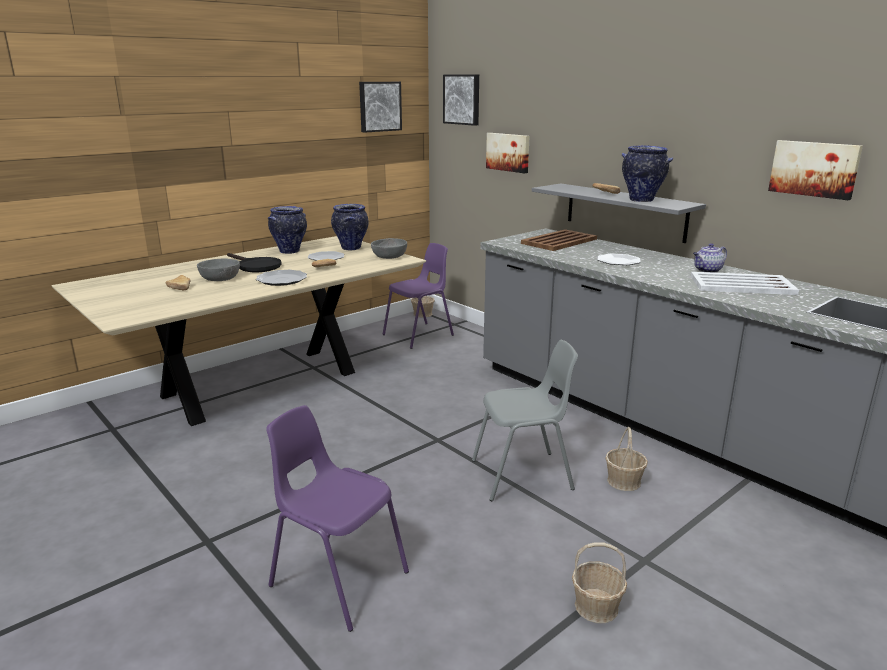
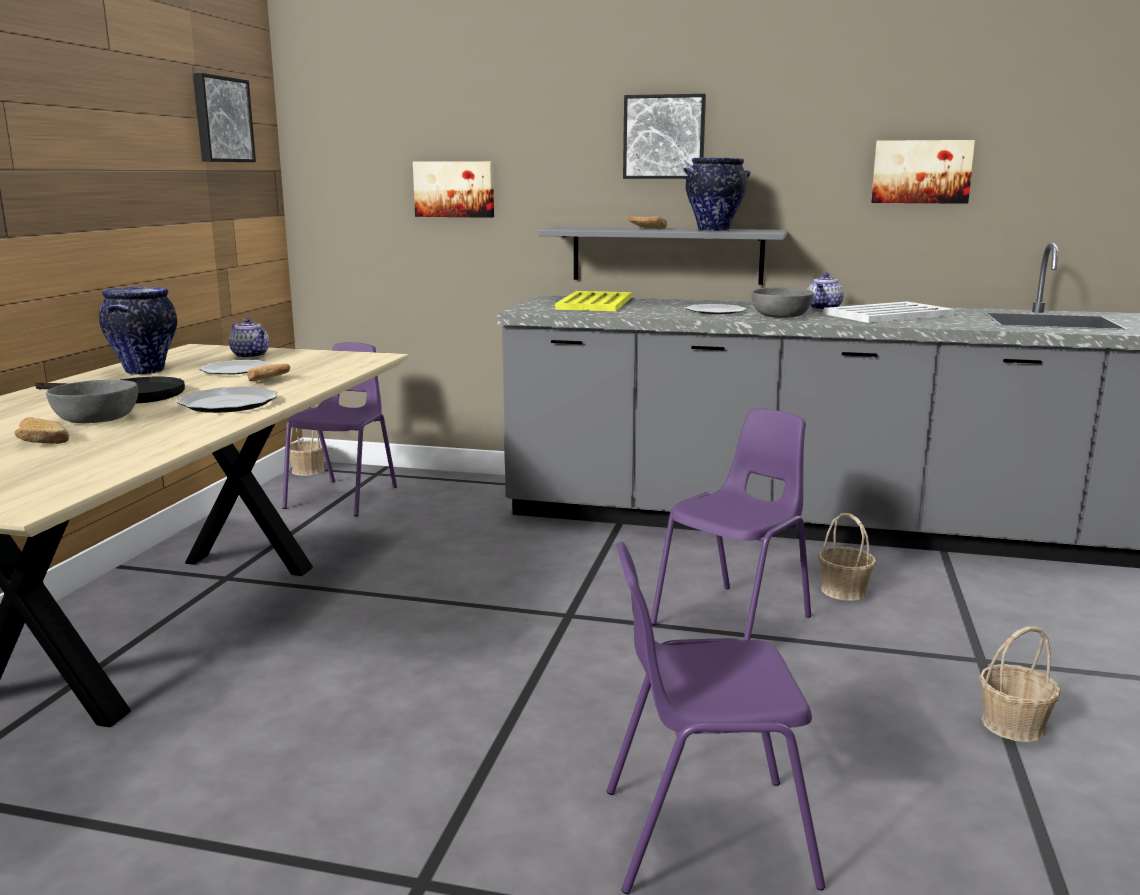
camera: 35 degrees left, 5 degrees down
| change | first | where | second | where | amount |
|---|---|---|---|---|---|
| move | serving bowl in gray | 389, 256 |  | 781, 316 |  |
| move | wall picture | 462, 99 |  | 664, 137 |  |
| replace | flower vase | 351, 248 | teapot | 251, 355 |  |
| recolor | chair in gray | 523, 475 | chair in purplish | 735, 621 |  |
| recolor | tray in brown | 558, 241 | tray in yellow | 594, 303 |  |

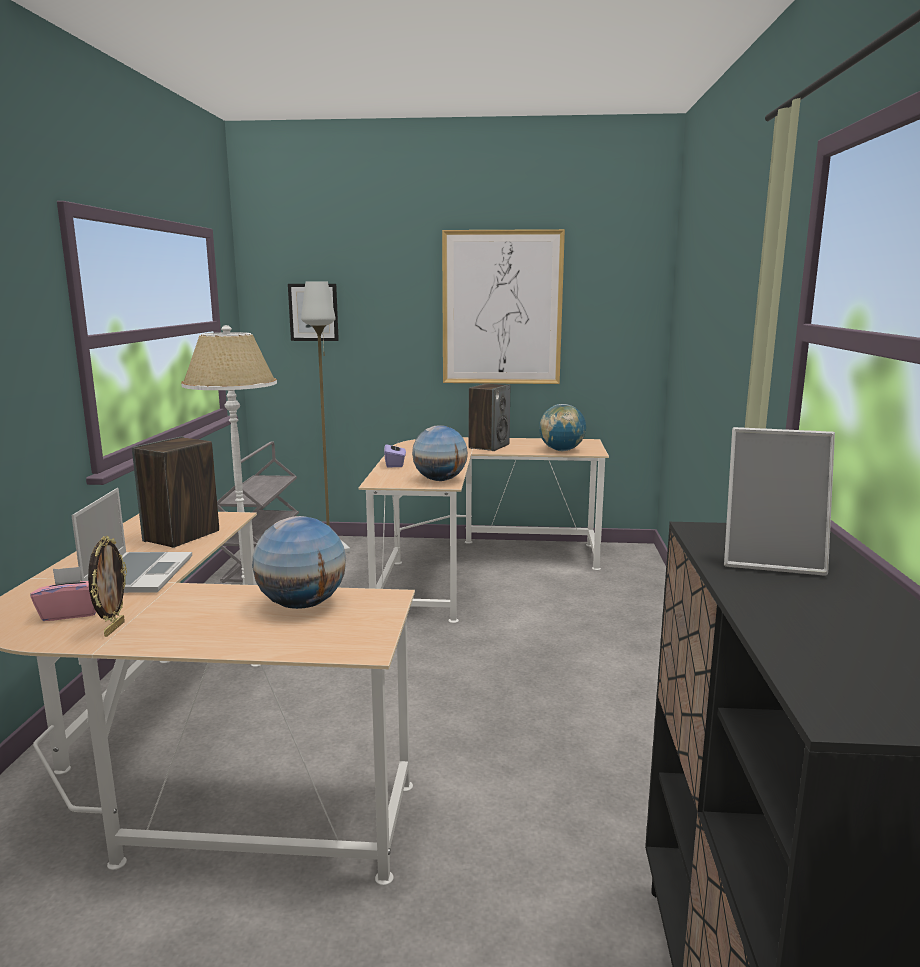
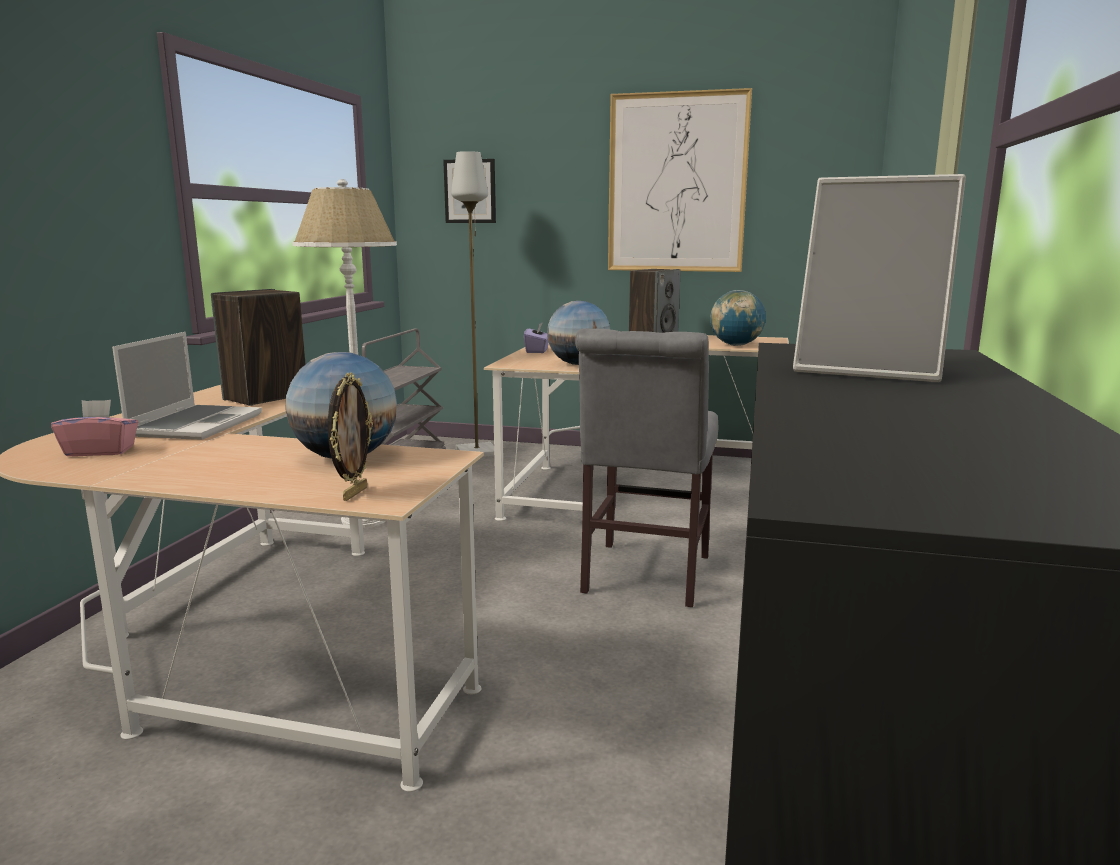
camera: 10 degrees right, 0 degrees up
| change | first | where | second | where | amount |
|---|---|---|---|---|---|
| insert |  |  | chair in gray | 644, 578 |  |
| move | photo frame | 113, 629 |  | 354, 493 |  |

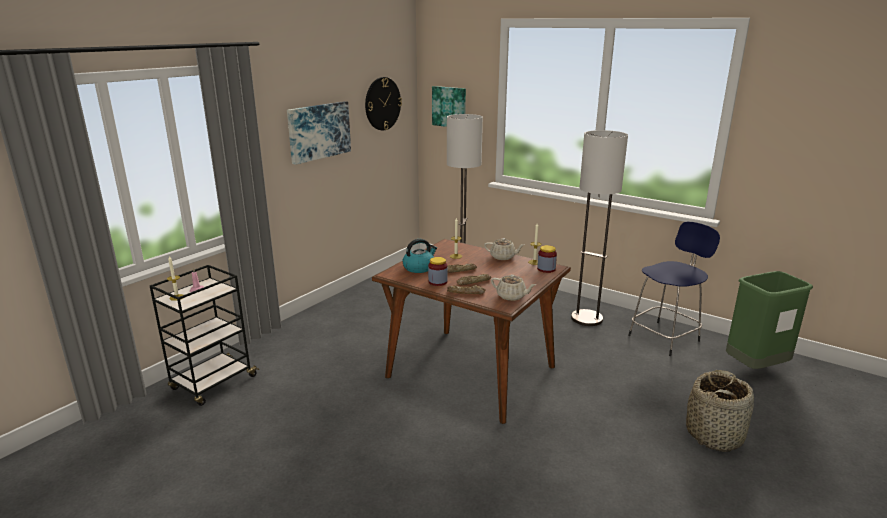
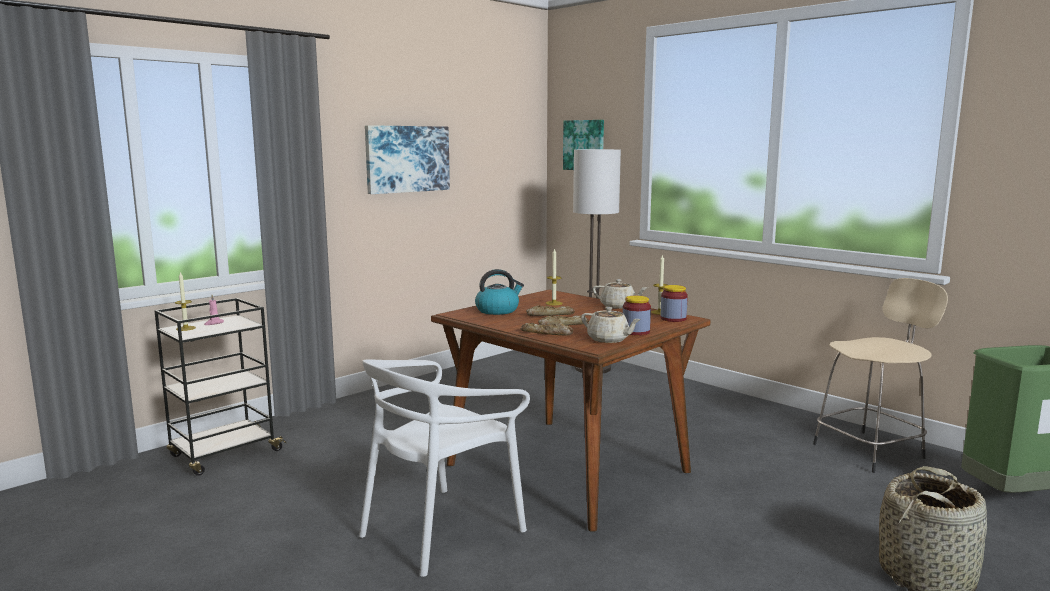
camera: 10 degrees right, 10 degrees down
| change | first | where | second | where | amount |
|---|---|---|---|---|---|
| delete | hanging clock | 382, 104 |  |  |  |
| delete | standard lamp | 587, 318 |  |  |  |
| insert |  |  | chair in whitish | 441, 530 |  |
| move | jar | 437, 282 |  | 636, 332 |  |
| recolor | stool seat in bluish | 665, 337 | stool seat in beige-coloured | 870, 450 |  |

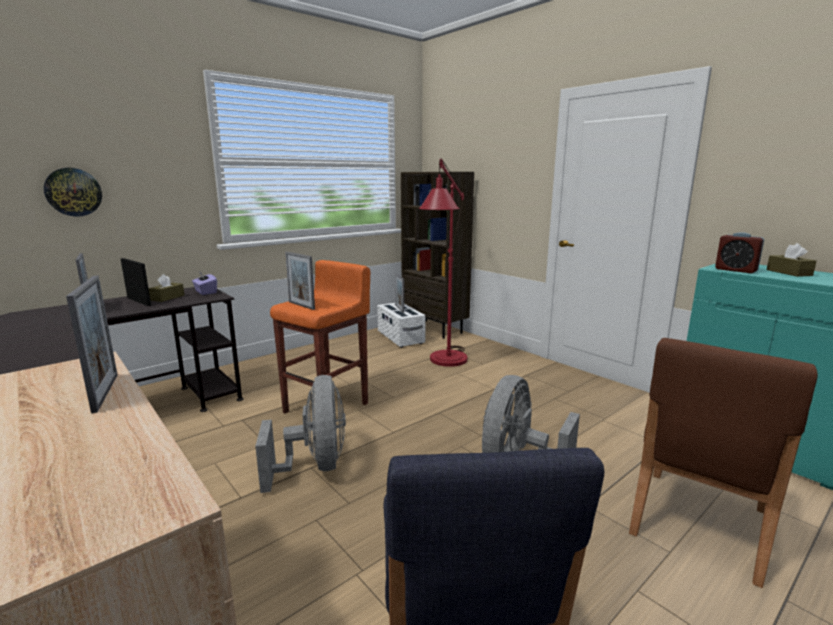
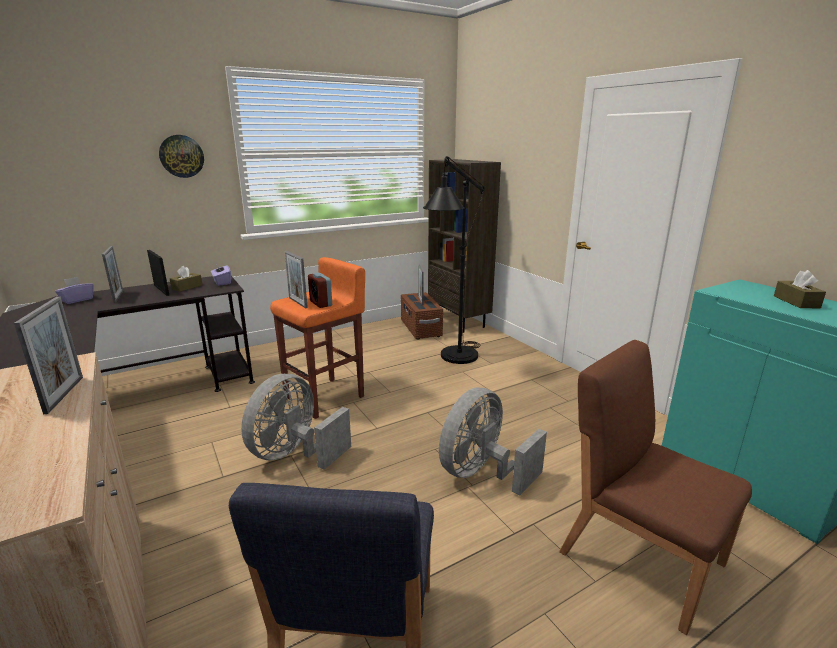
camera: 10 degrees right, 5 degrees up
| change | first | where | second | where | amount |
|---|---|---|---|---|---|
| insert |  |  | tissue holder in purplish | 77, 300 |  |
| move | hanging clock | 73, 192 |  | 181, 156 |  |
| move | bedside clock | 735, 270 |  | 321, 303 |  |
| recolor | storage box in whitish | 400, 338 | storage box in brown | 420, 329 |  |
| recolor | standard lamp in red | 445, 363 | standard lamp in blackish | 454, 360 |  |
| rotate | electric fan in gray | 315, 466 |  | 295, 454 | 150 degrees counterclockwise |
| rotate | chair in brown | 697, 522 |  | 639, 555 | 90 degrees clockwise |

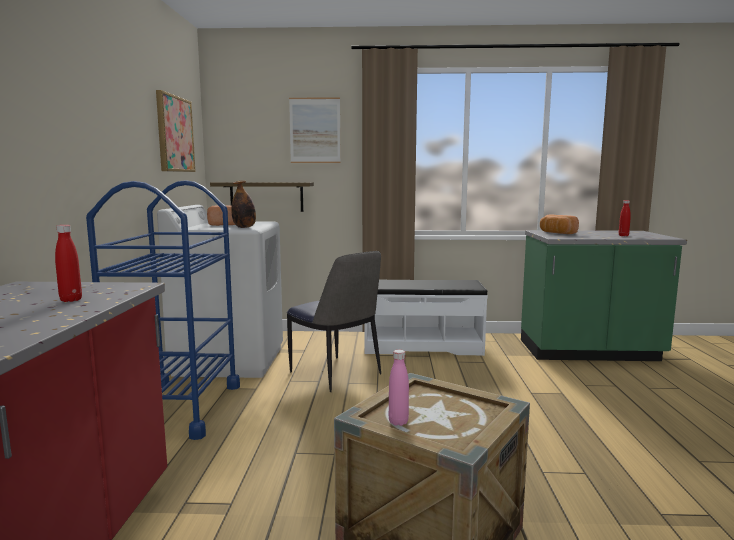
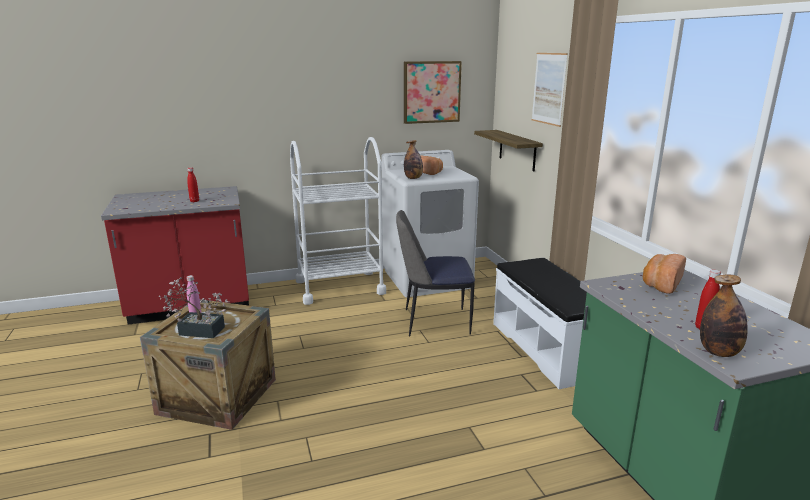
camera: 70 degrees right, 10 degrees up
| change | first | where | second | where | amount |
|---|---|---|---|---|---|
| insert |  |  | houseplant | 197, 330 |  |
| insert |  |  | beverage bottle | 719, 352 |  |
| recolor | wheeled cart in bluish | 177, 408 | wheeled cart in whitish | 340, 287 |  |
| rotate | chair | 336, 374 |  | 434, 322 | 60 degrees clockwise |

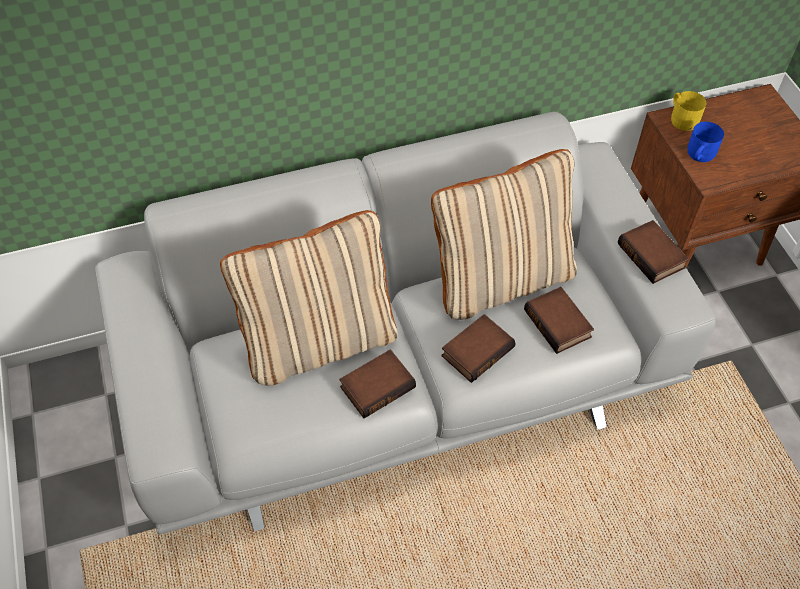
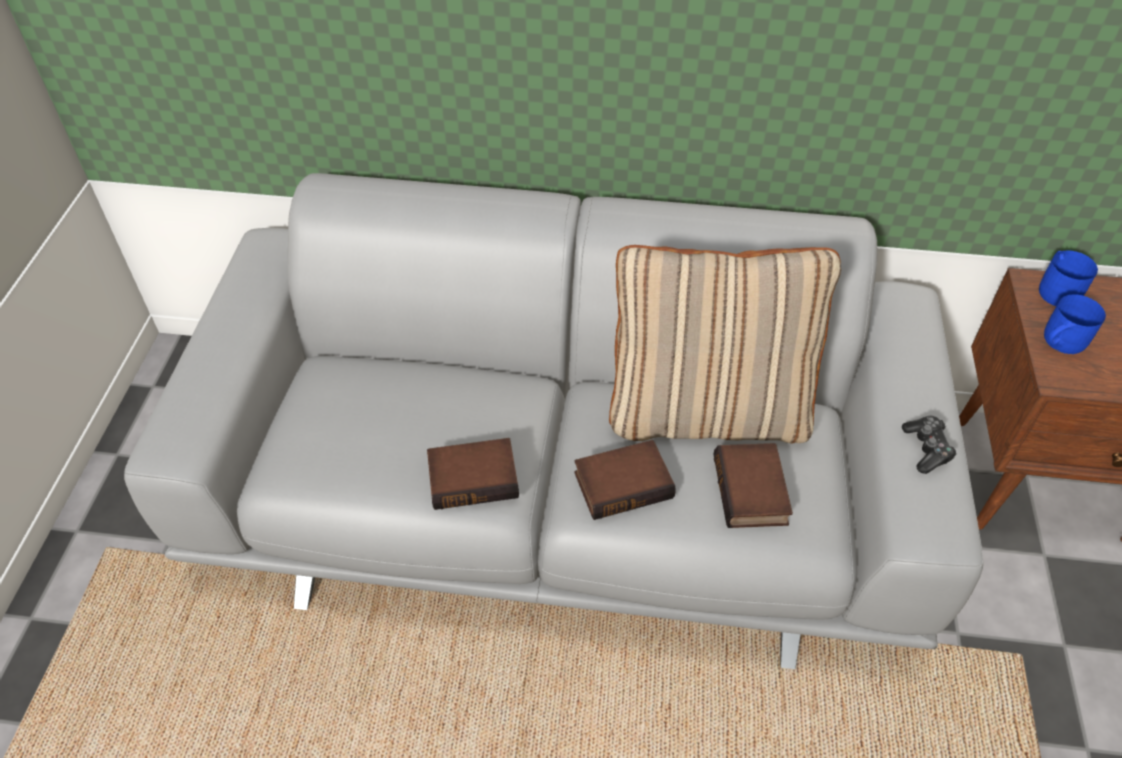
camera: 25 degrees right, 5 degrees down
| change | first | where | second | where | amount |
|---|---|---|---|---|---|
| delete | throw pillow in beige-coloured | 319, 341 |  |  |  |
| replace | volume | 653, 256 | game controller | 927, 449 |  |
| recolor | mug in yellow | 682, 118 | mug in bluish | 1057, 289 |  |

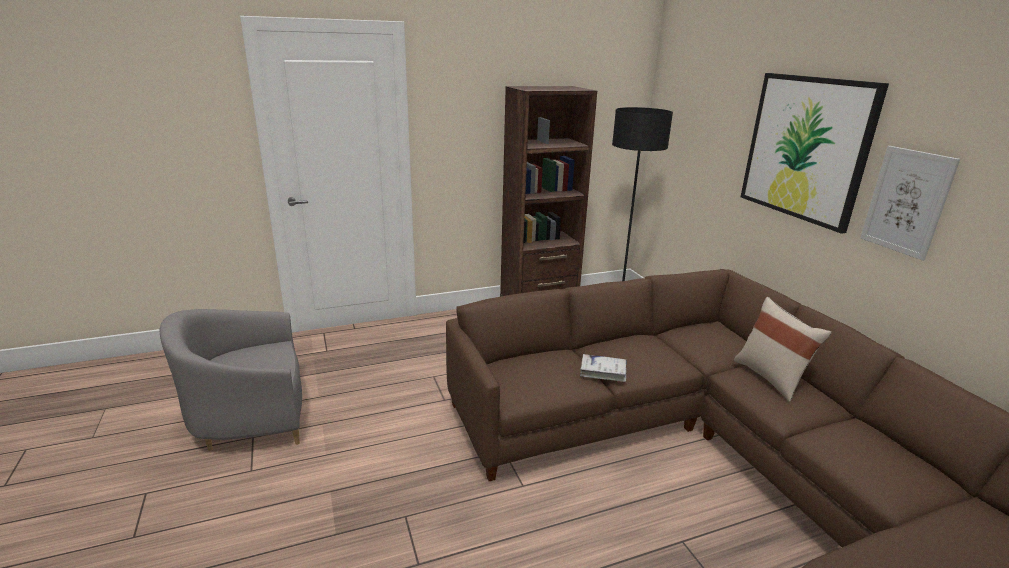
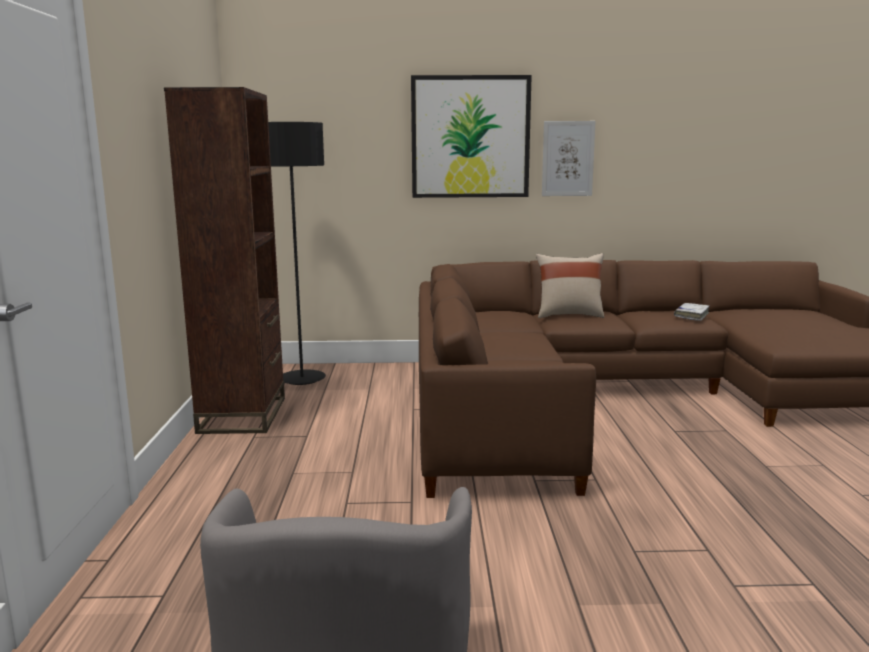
camera: 70 degrees left, 10 degrees down
| change | first | where | second | where | amount |
|---|---|---|---|---|---|
| move | volume in whitish | 603, 372 |  | 691, 315 |  |

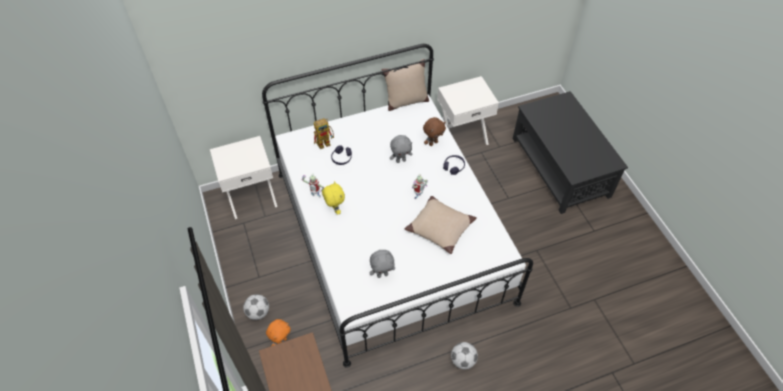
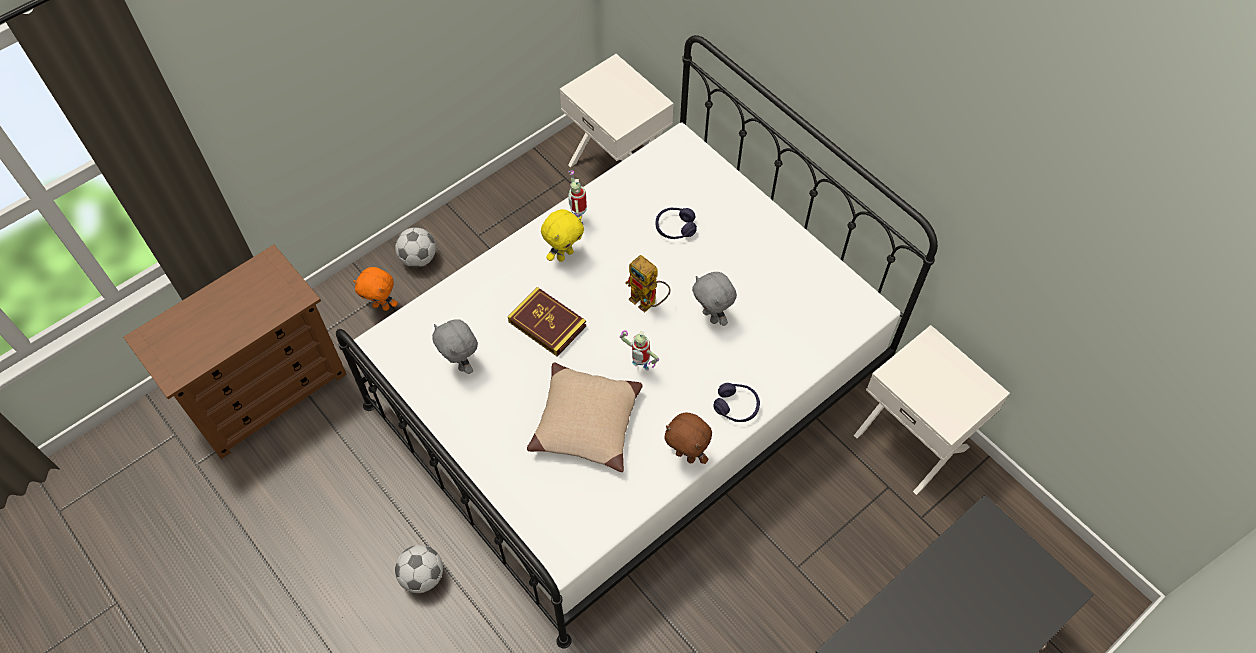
camera: 70 degrees right, 5 degrees up
| change | first | where | second | where | amount |
|---|---|---|---|---|---|
| delete | throw pillow in beige-coloured | 405, 101 |  |  |  |
| insert |  |  | volume | 547, 324 |  |
| move | robot figure | 326, 142 |  | 648, 302 |  |
| move | cuddly toy in brown | 433, 143 |  | 686, 455 |  |

